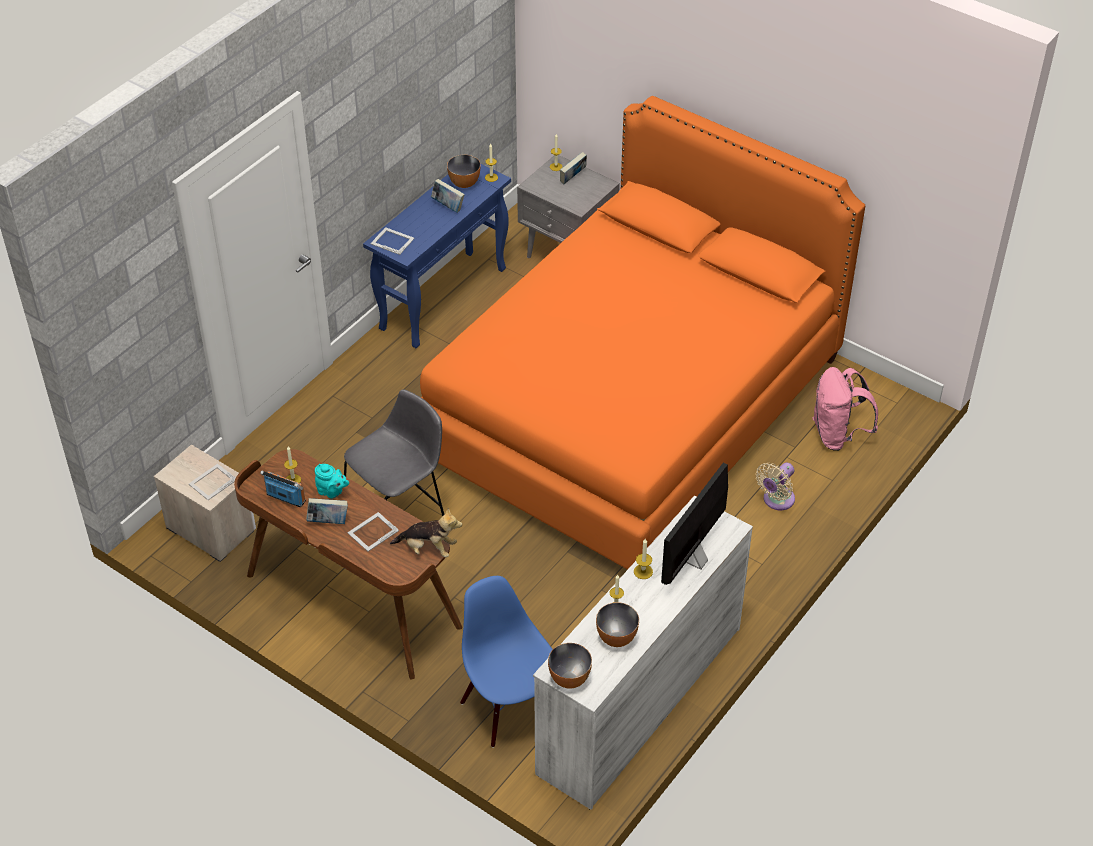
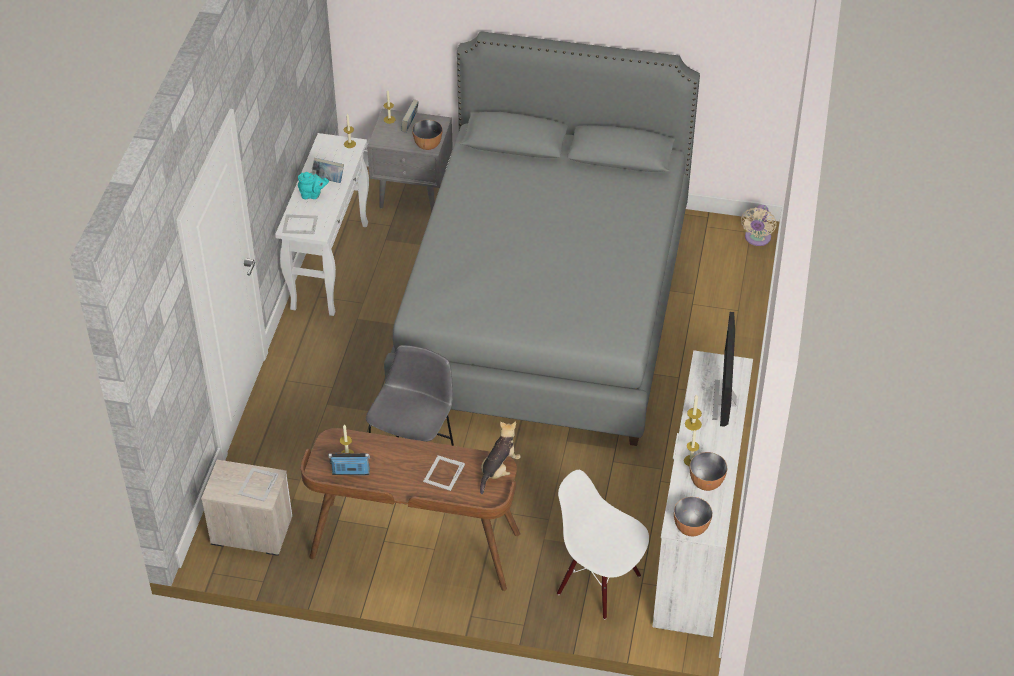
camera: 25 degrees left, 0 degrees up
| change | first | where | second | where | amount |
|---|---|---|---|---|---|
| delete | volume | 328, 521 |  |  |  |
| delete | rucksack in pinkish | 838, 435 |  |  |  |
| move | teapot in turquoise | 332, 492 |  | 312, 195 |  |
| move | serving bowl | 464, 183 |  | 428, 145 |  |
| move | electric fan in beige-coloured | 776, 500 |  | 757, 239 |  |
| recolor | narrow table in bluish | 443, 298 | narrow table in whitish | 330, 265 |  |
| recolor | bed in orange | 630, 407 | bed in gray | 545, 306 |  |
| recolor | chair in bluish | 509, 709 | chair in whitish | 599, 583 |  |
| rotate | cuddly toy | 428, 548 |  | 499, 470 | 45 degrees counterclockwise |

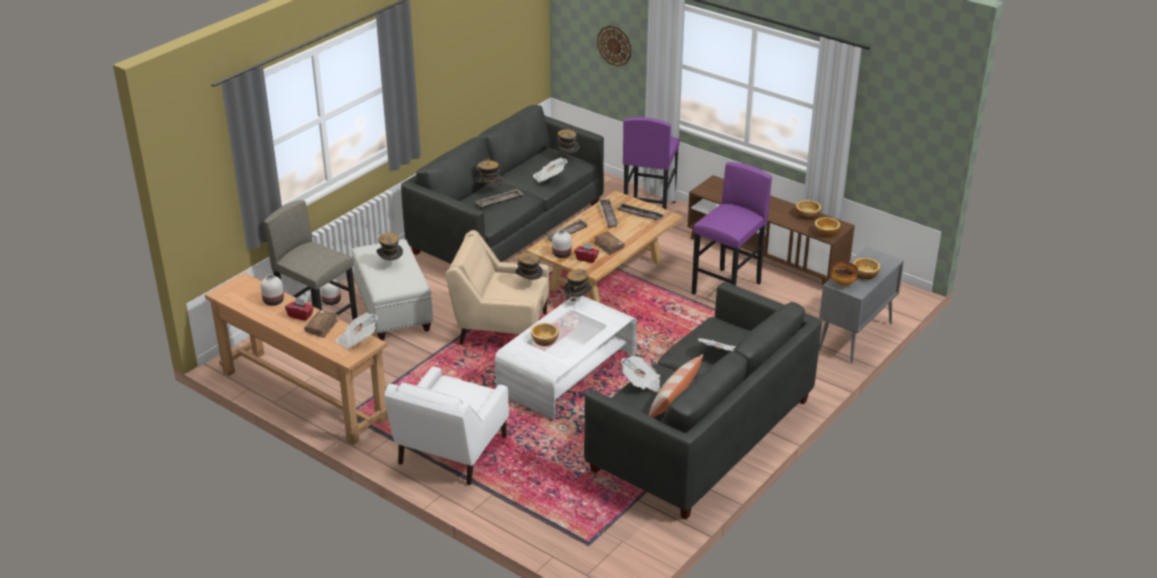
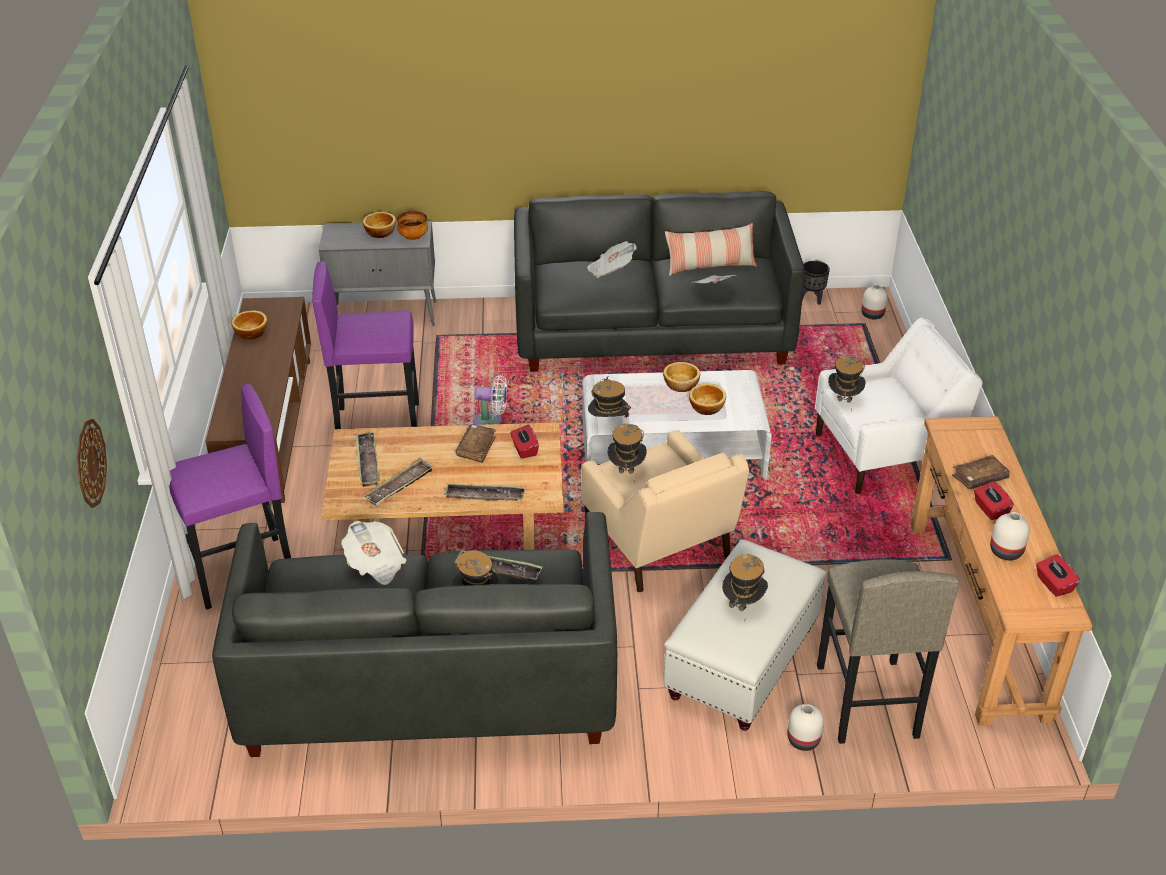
camera: 130 degrees left, 5 degrees up
| change | first | where | second | where | amount |
|---|---|---|---|---|---|
| delete | daily paper | 357, 340 |  |  |  |
| insert |  |  | electric fan in whitish | 491, 422 |  |
| insert |  |  | flower pot in blackish | 812, 298 |  |
| insert |  |  | tissue holder in red | 1053, 584 |  |
| move | flower vase in whitish | 561, 254 |  | 872, 315 |  |
| move | wearable hat | 567, 158 |  | 844, 400 |  |
| move | serving bowl | 826, 233 |  | 681, 385 |  |

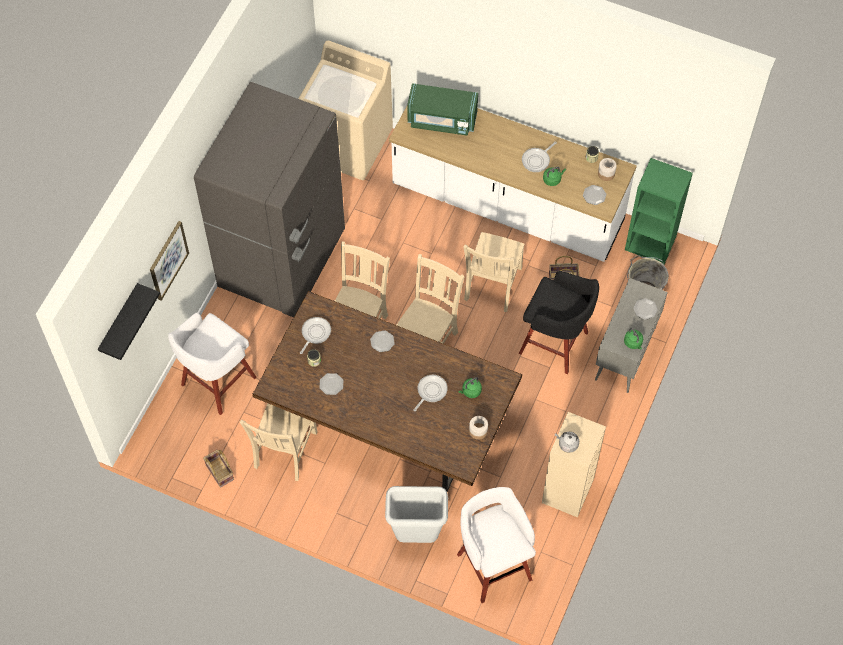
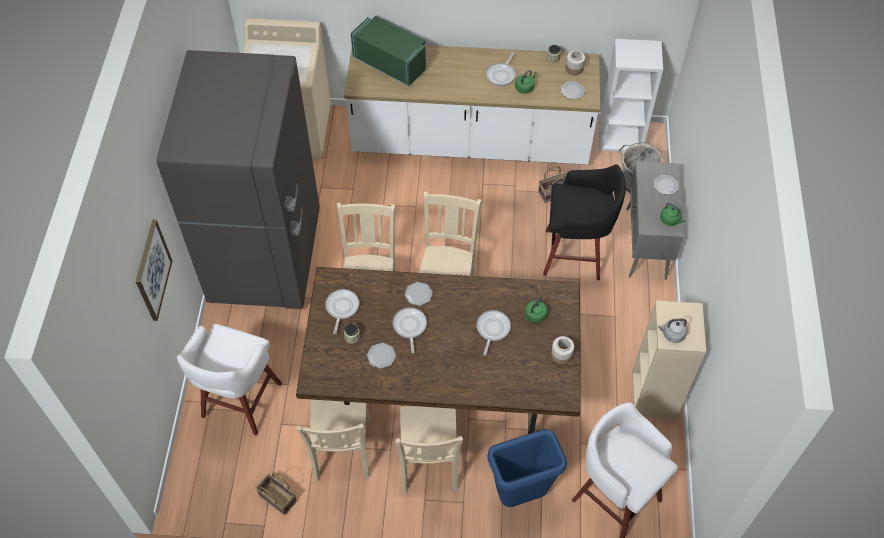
camera: 20 degrees left, 5 degrees down
| change | first | where | second | where | amount |
|---|---|---|---|---|---|
| delete | bracket shelf in blackish | 119, 322 |  |  |  |
| insert |  |  | pan | 409, 327 |  |
| move | chair in beige-coloured | 492, 285 |  | 429, 463 |  |
| recolor | rubbish bin in gray | 416, 536 | rubbish bin in bluish | 520, 495 |  |
| recolor | shelving unit in green-coloured | 651, 243 | shelving unit in whitish | 620, 137 |  |
| rotate | microwave in green-coloured | 442, 119 |  | 390, 64 | 135 degrees counterclockwise |

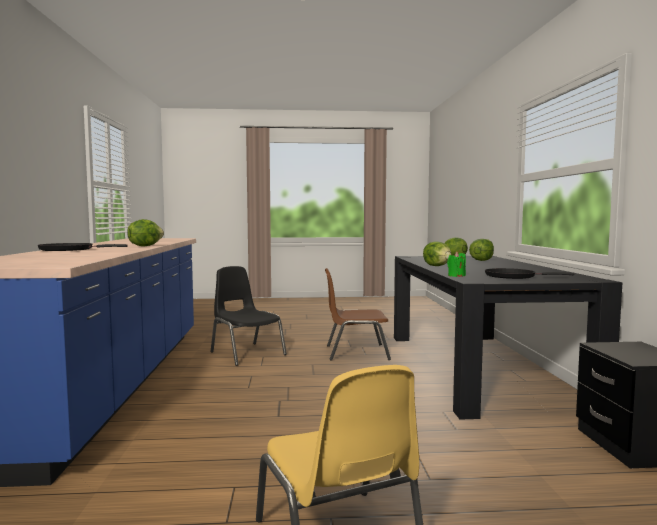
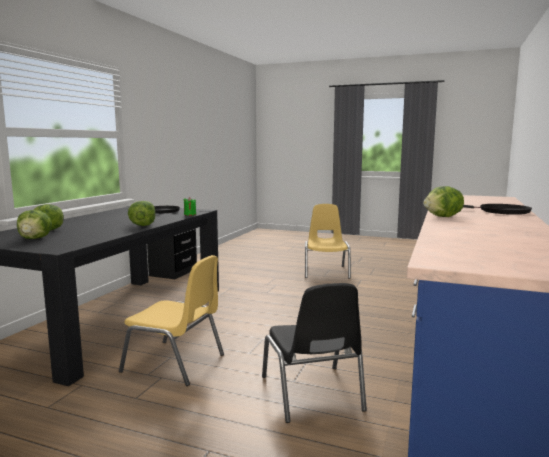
camera: 155 degrees left, 5 degrees up
| change | first | where | second | where | amount |
|---|---|---|---|---|---|
| recolor | chair in brown | 355, 352 | chair in yellow | 175, 363 |  |

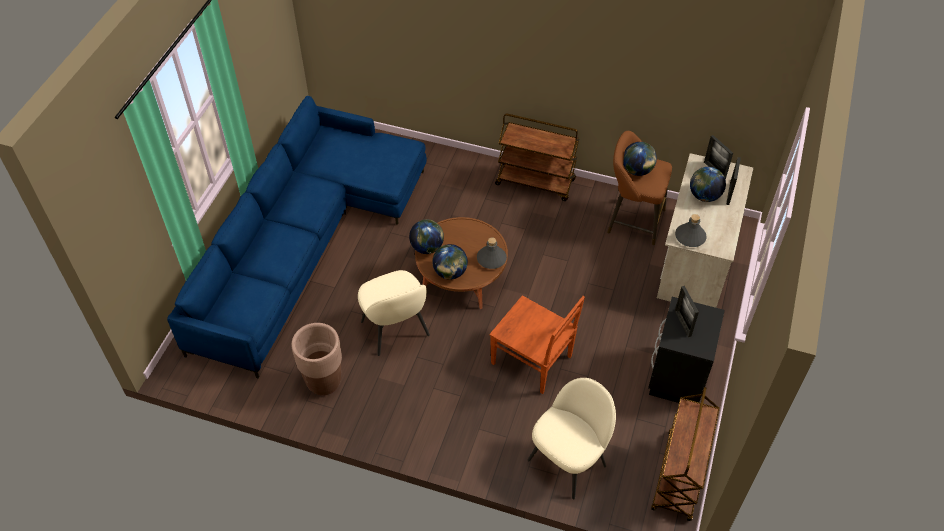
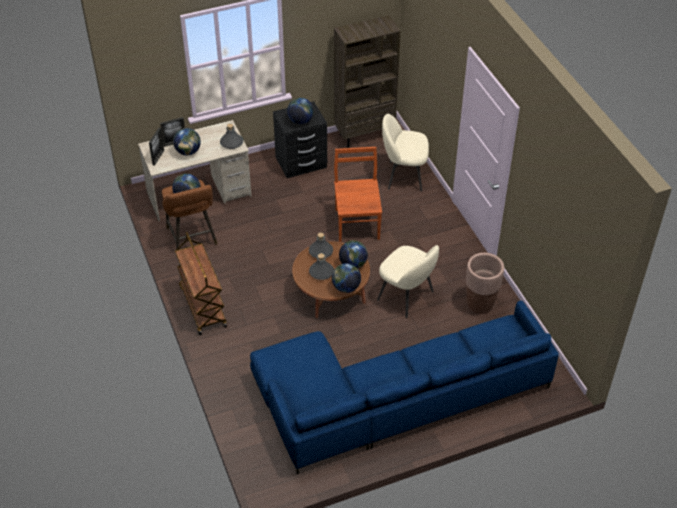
camera: 130 degrees left, 5 degrees down
| change | first | where | second | where | amount |
|---|---|---|---|---|---|
| insert |  |  | beverage bottle in gray | 321, 272 |  |
| replace | wheeled cart in brown | 679, 476 | shelving unit in brown | 364, 135 |  |
| replace | photo frame | 682, 323 | world globe | 300, 121 |  |
| rotate | chair in beige-coloured | 396, 330 |  | 406, 296 | 105 degrees clockwise |

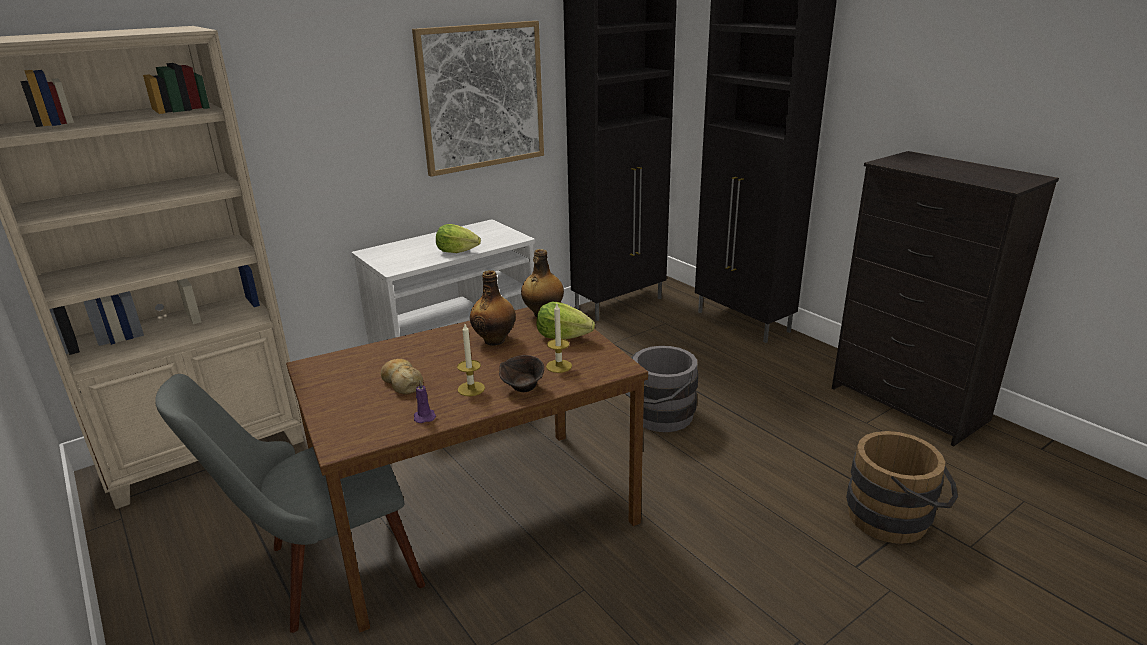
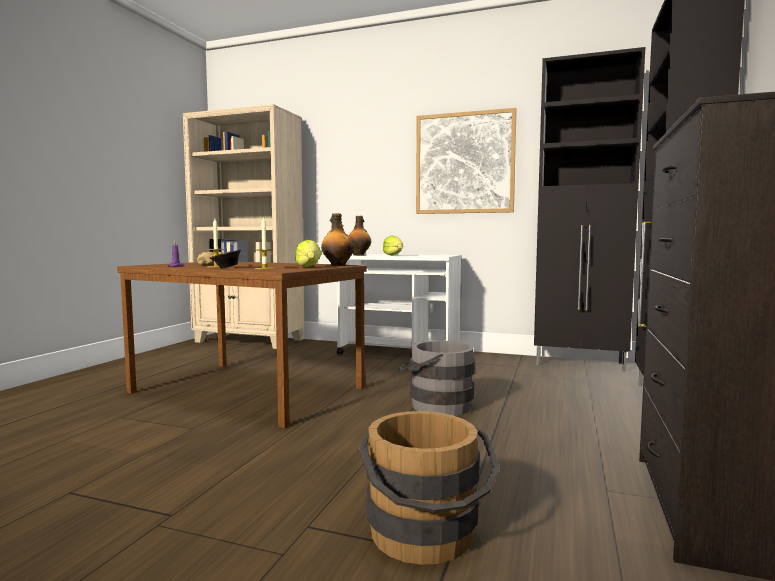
camera: 55 degrees right, 20 degrees down
| change | first | where | second | where | amount |
|---|---|---|---|---|---|
| delete | chair in gray | 323, 573 |  |  |  |
| move | beverage bottle | 495, 340 |  | 359, 255 |  |

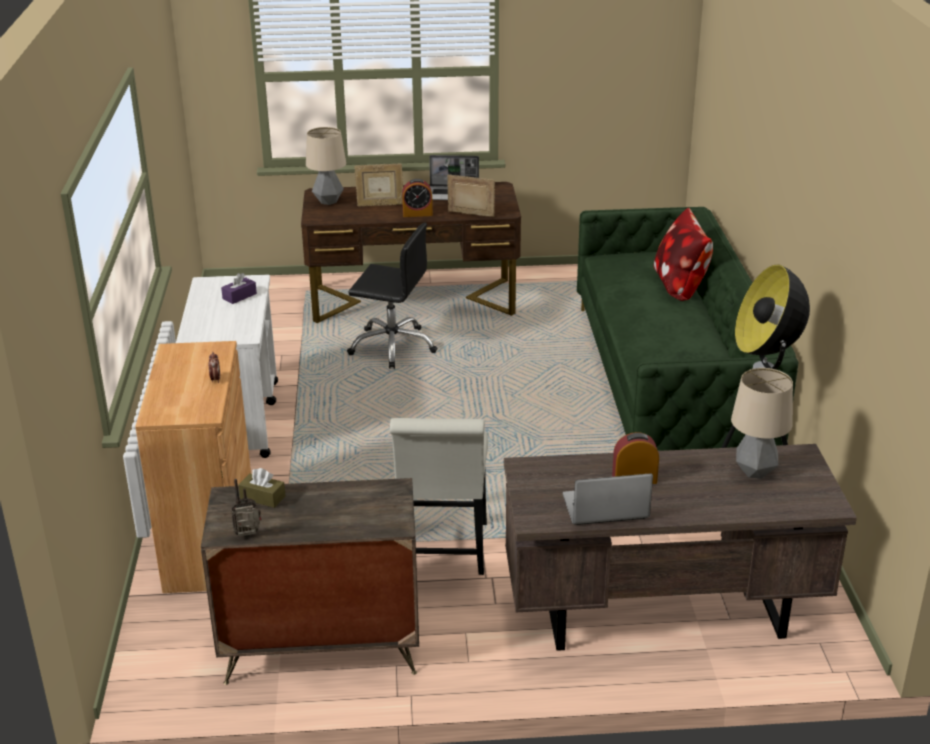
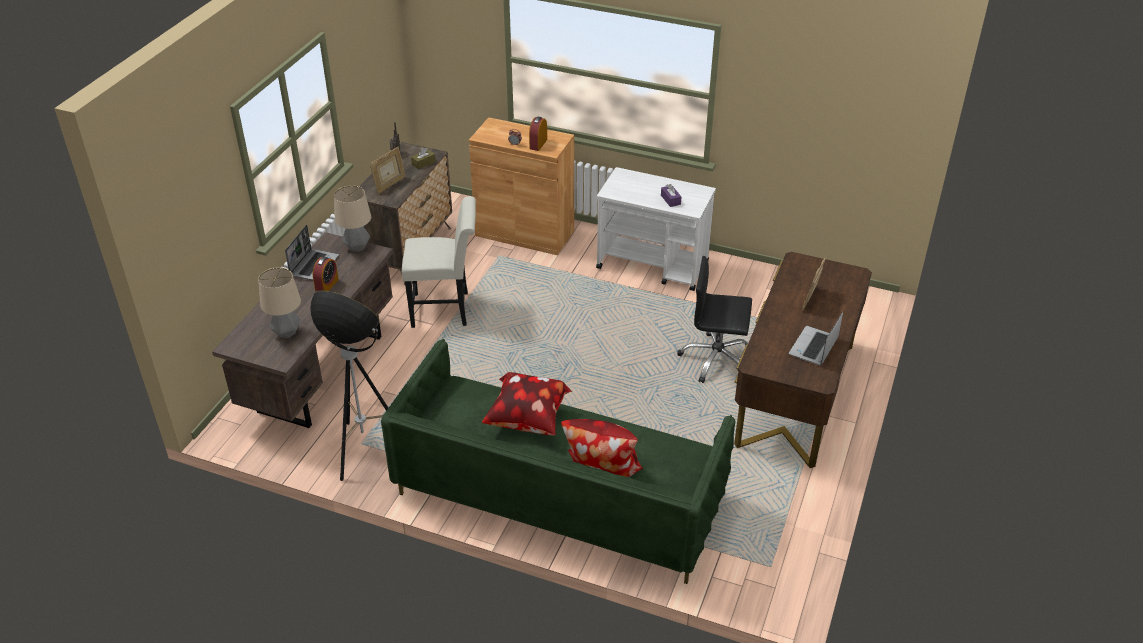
camera: 115 degrees right, 10 degrees up
| change | first | where | second | where | amount |
|---|---|---|---|---|---|
| insert |  |  | throw pillow | 528, 421 |  |
| move | table lamp | 328, 201 |  | 357, 247 |  |
| move | bedside clock | 417, 214 |  | 538, 144 |  |
| move | photo frame | 471, 216 |  | 389, 185 |  |
| rotate | computer chair in blackish | 393, 346 |  | 716, 359 | 60 degrees clockwise |
| rotate | chair in whitish | 443, 553 |  | 445, 309 | 150 degrees clockwise |

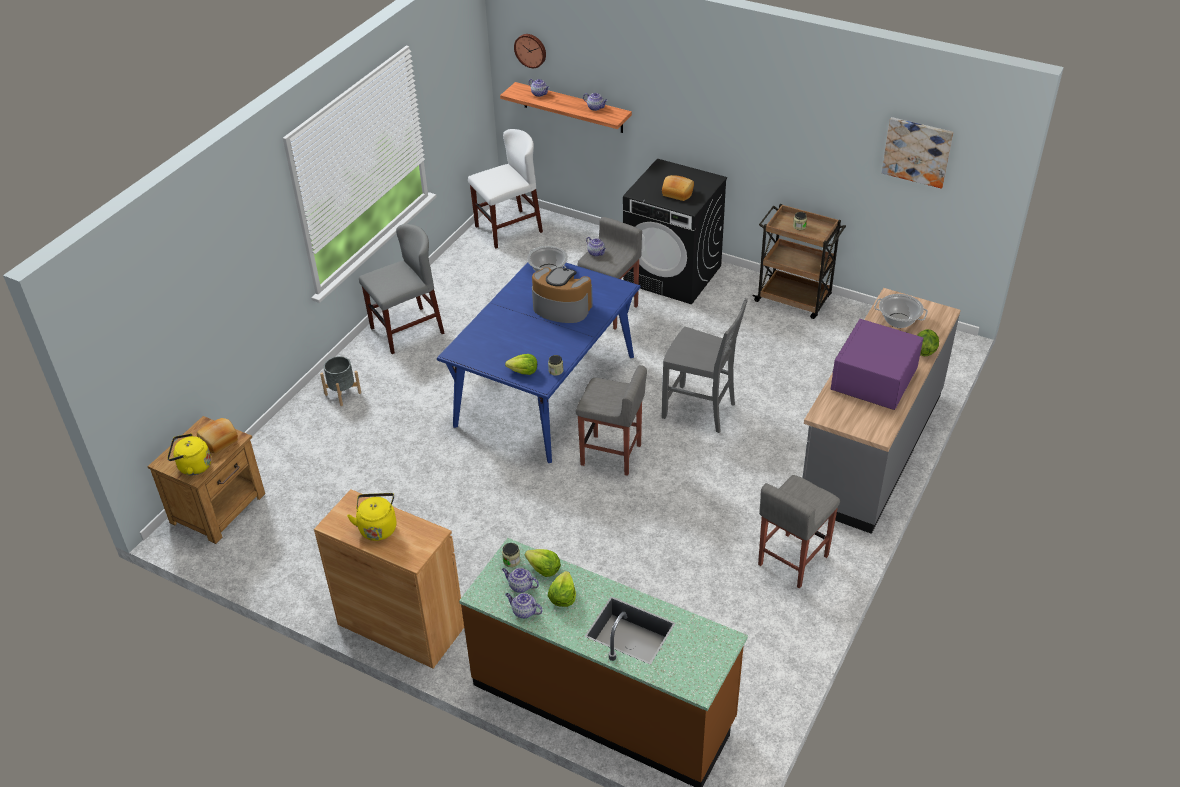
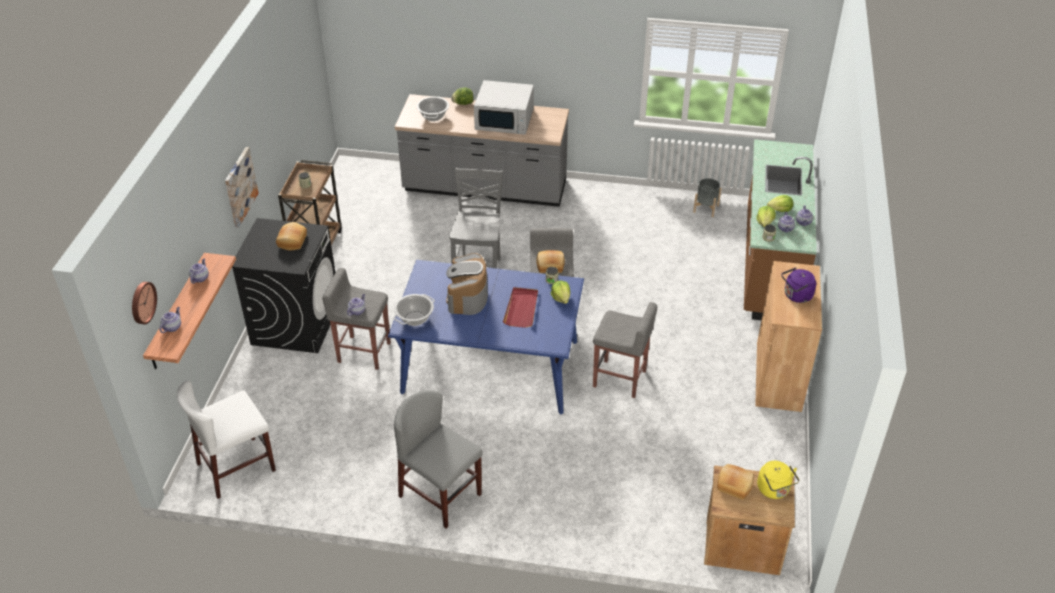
camera: 110 degrees left, 0 degrees up
| change | first | where | second | where | amount |
|---|---|---|---|---|---|
| insert |  |  | tray in red | 521, 308 |  |
| insert |  |  | bakery bread | 550, 266 |  |
| move | flower pot in gray | 343, 393 |  | 706, 208 |  |
| move | stool seat in gray | 792, 560 |  | 620, 379 |  |
| move | wall picture | 917, 151 |  | 240, 186 |  |
| recolor | tea kettle in yellow | 377, 527 | tea kettle in purplish | 796, 296 |  |
| recolor | microwave in purplish | 873, 380 | microwave in whitish | 505, 120 |  |
| rotate | chair in whitish | 508, 229 |  | 236, 467 | 75 degrees counterclockwise |

